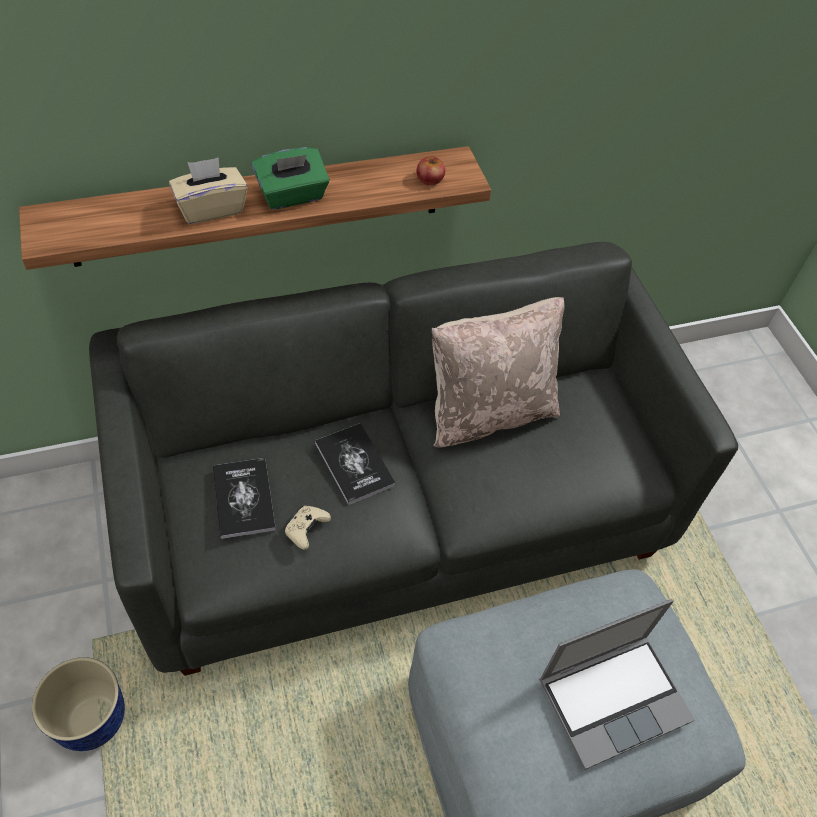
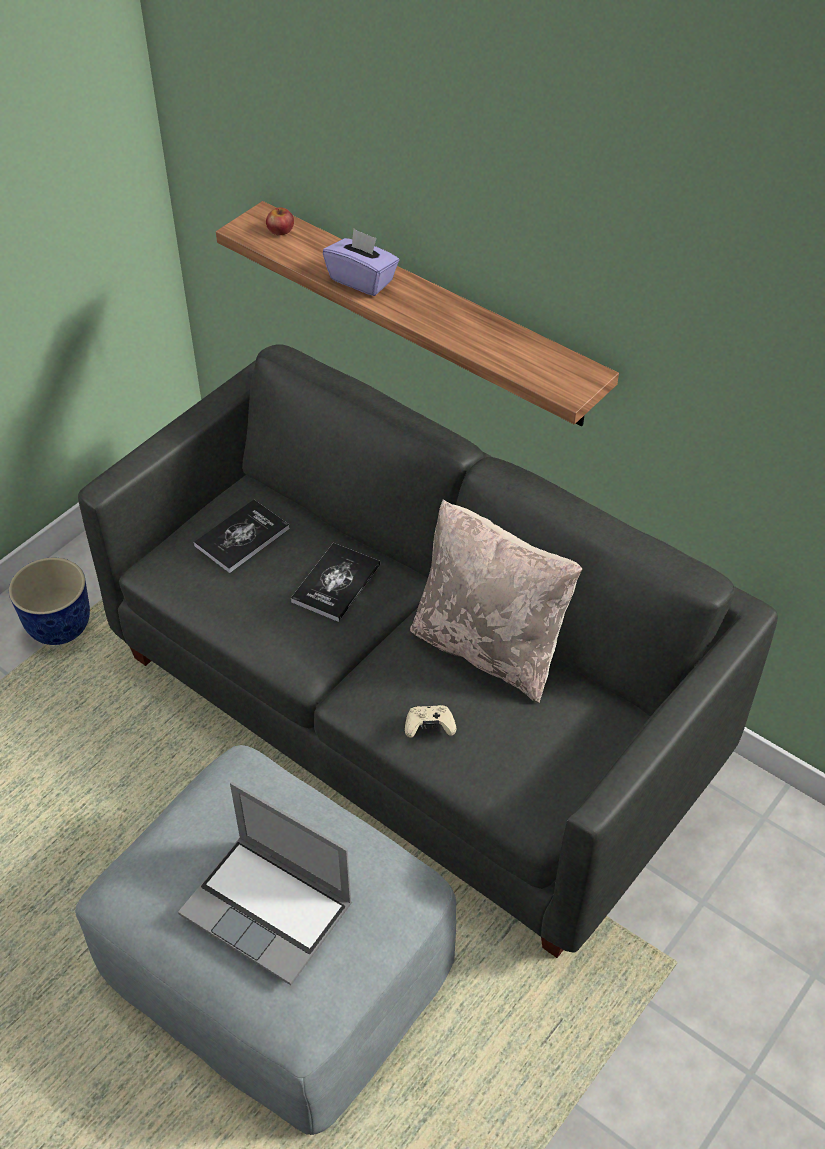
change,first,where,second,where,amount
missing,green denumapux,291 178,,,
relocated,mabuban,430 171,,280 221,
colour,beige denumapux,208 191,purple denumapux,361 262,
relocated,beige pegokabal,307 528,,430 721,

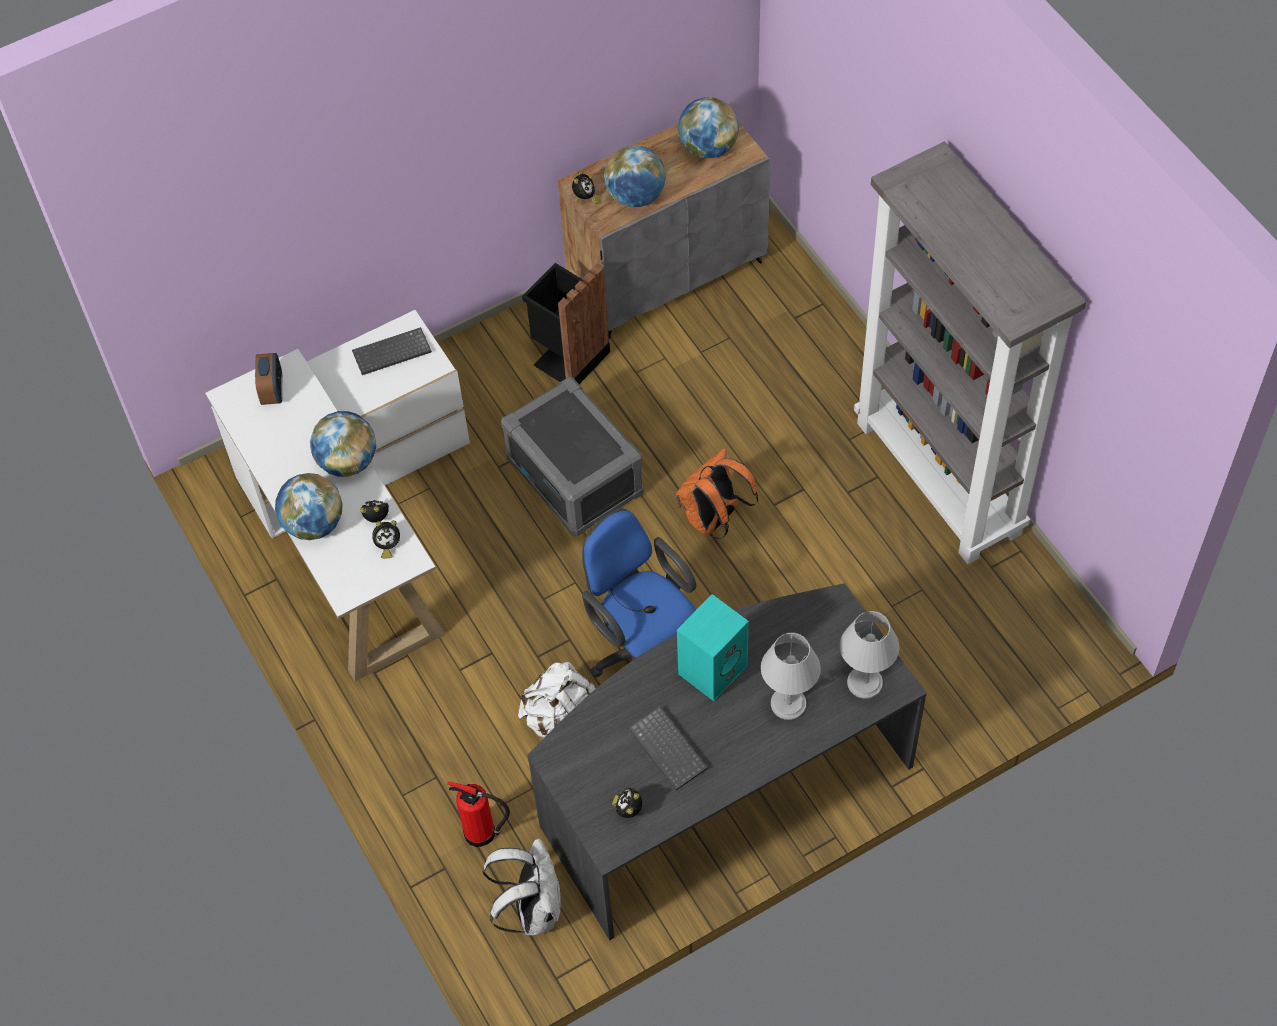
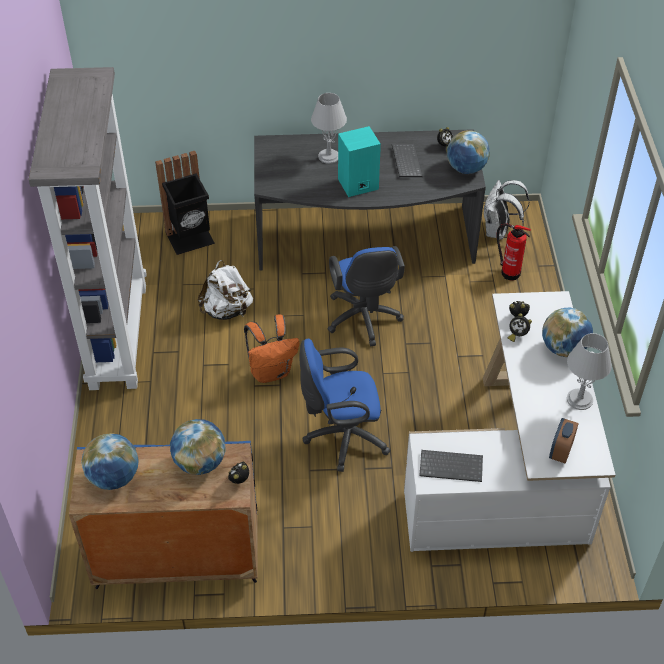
change,first,where,second,where,amount
colour,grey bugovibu,664 229,blue bugovibu,163 514,
relocated,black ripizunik,566 323,,185 203,
exchanged,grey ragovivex,572 456,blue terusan,344 405,
relocated,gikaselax,343 444,,468 152,
relocated,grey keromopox,869 655,,589 371,
relocated,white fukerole,557 700,,225 290,

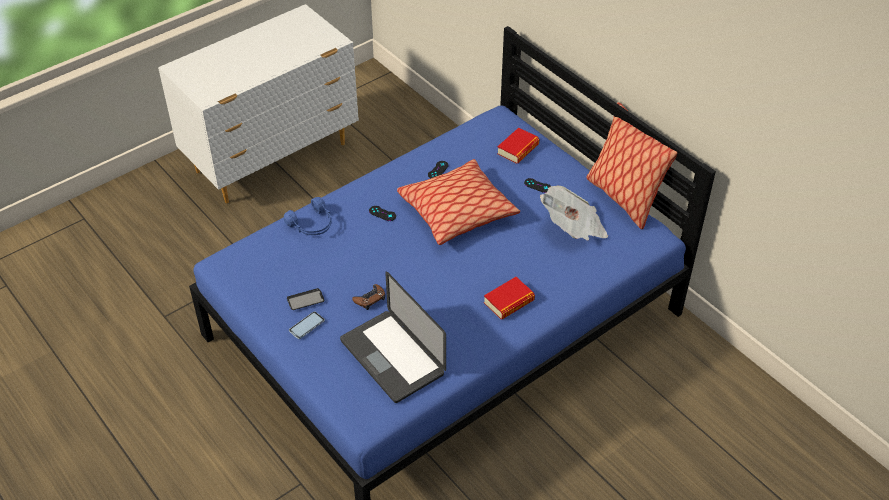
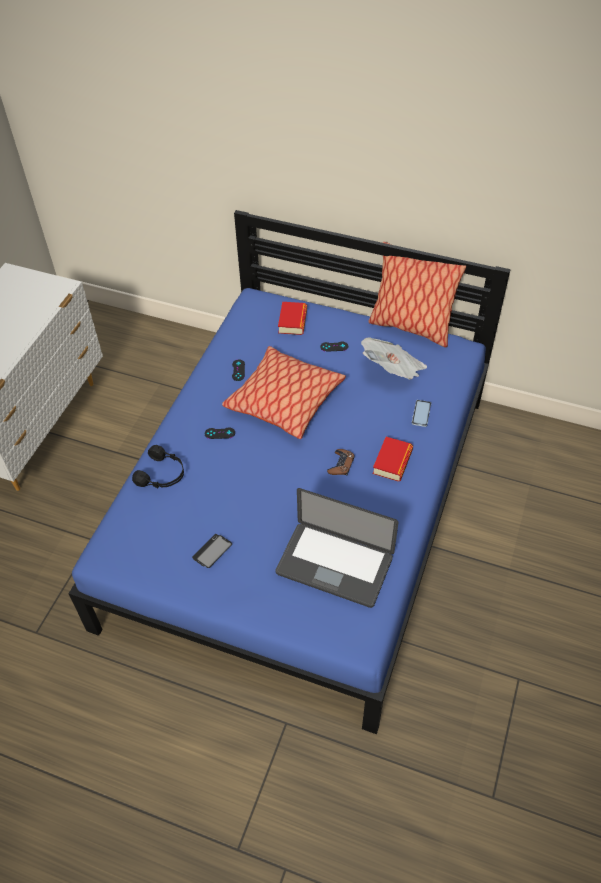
change,first,where,second,where,amount
colour,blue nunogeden,308 216,black nunogeden,158 466,
relocated,brown pegokabal,368 297,,341 462,
relocated,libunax,307 325,,421 413,

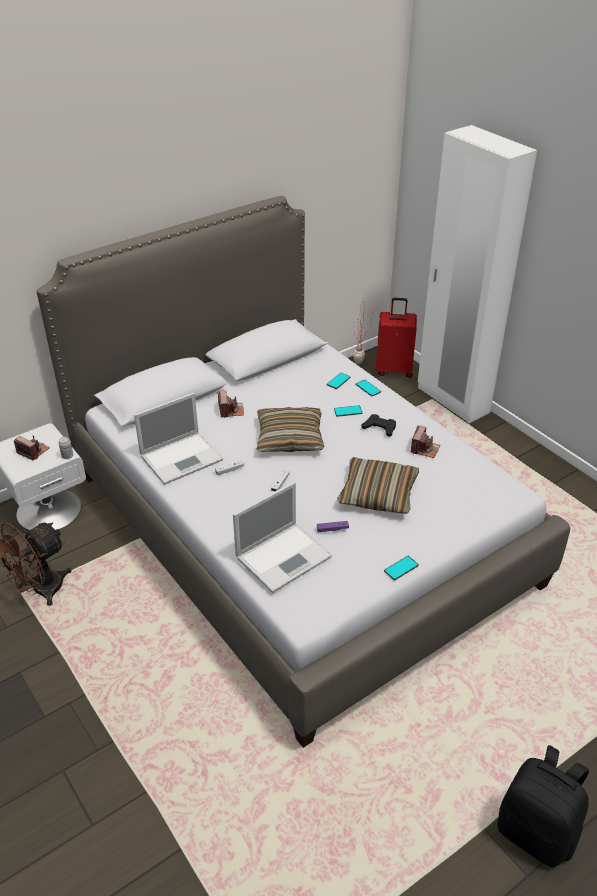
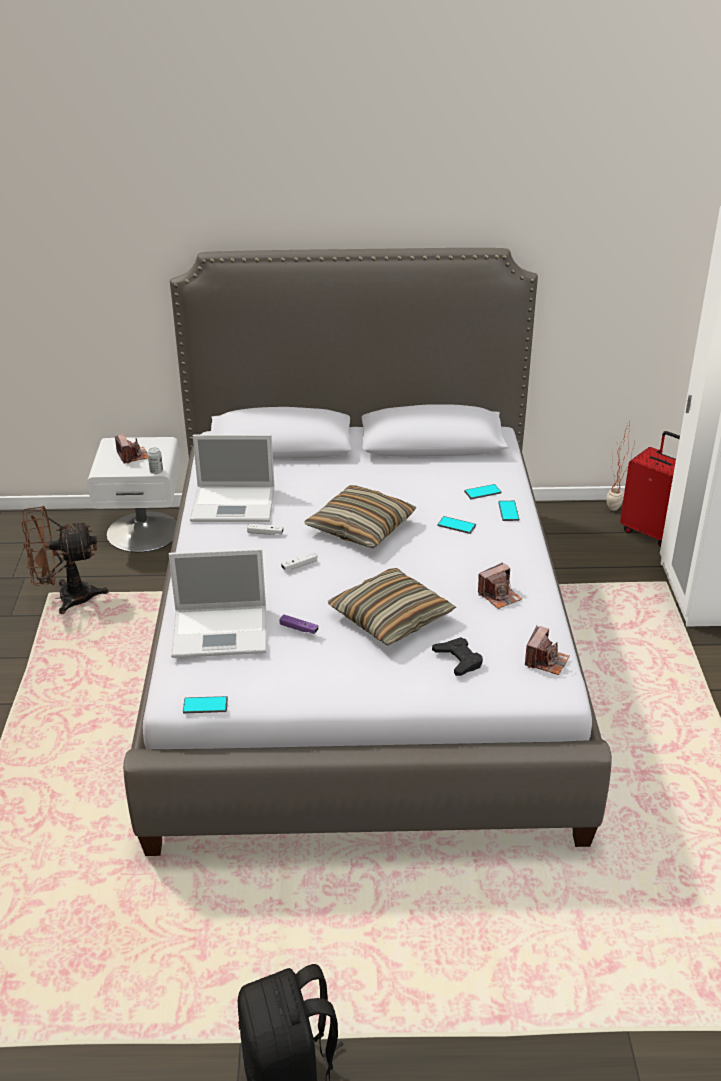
change,first,where,second,where,amount
relocated,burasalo,231 404,,547 650,
relocated,black pegokabal,378 425,,457 656,
relocated,libunax,401 568,,205 704,

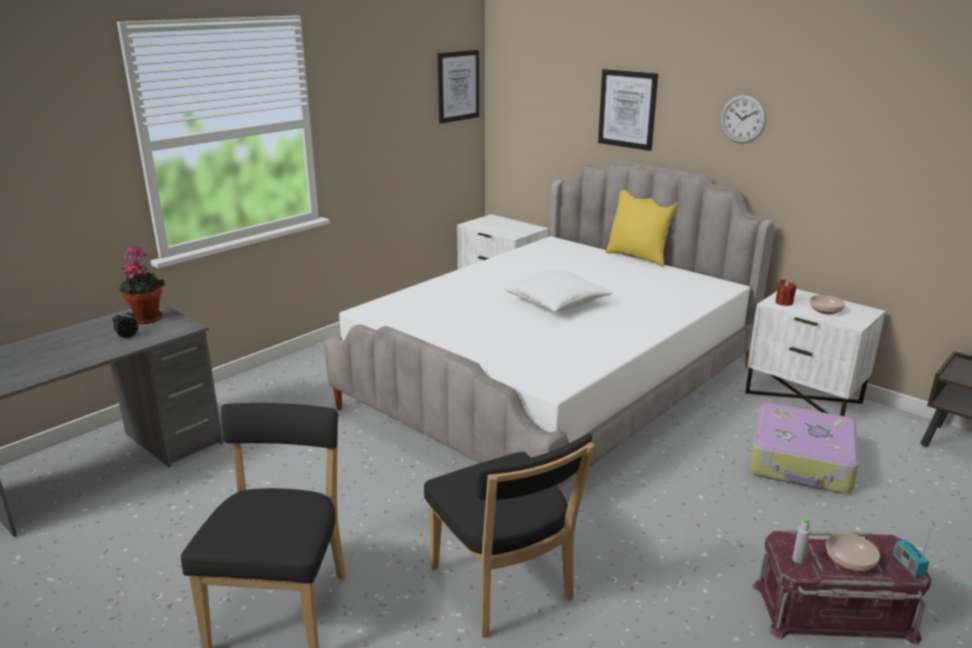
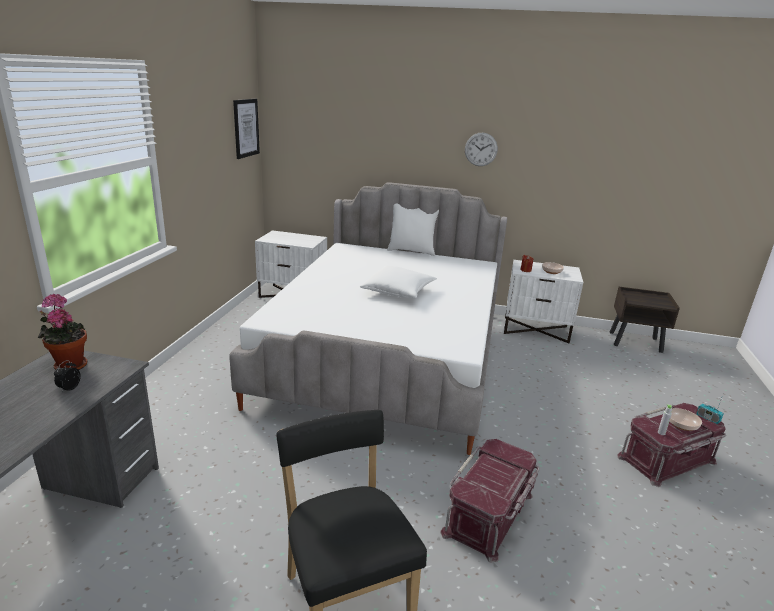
change,first,where,second,where,amount
missing,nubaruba,628 110,,,
colour,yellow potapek,641 228,white potapek,413 229,
missing,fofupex,804 448,,,
exchanged,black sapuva,509 535,red ragovivex,490 501,

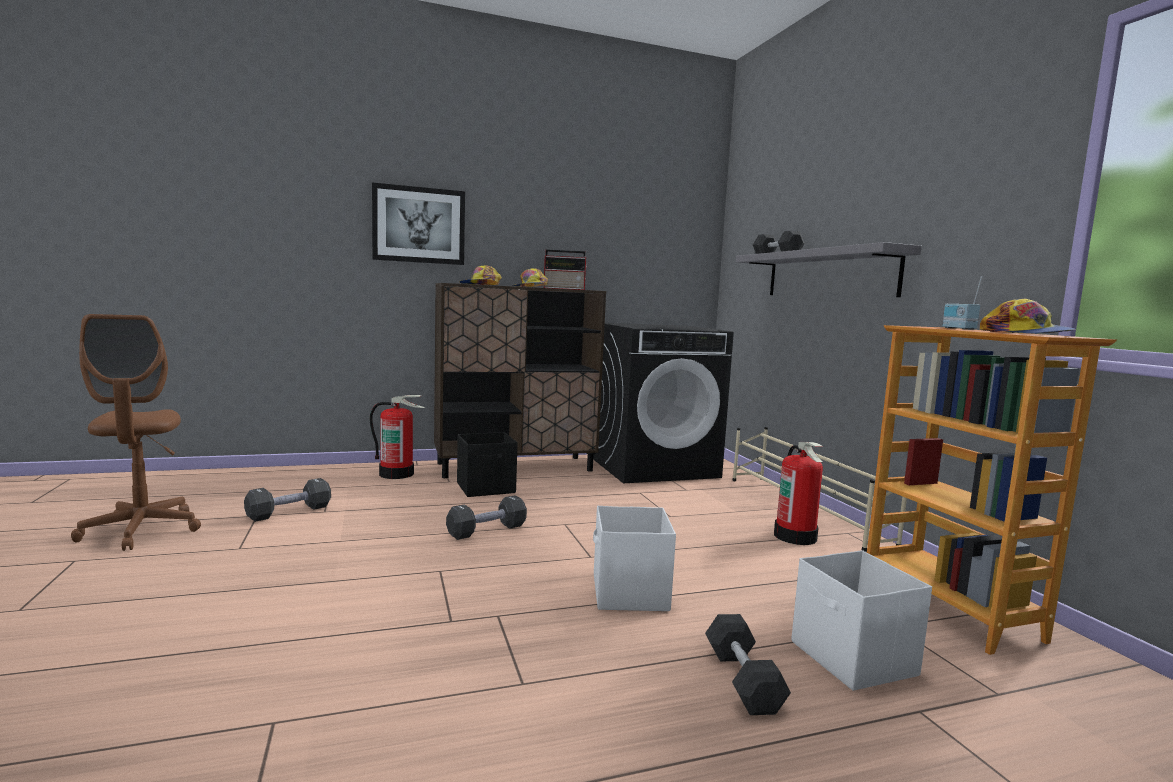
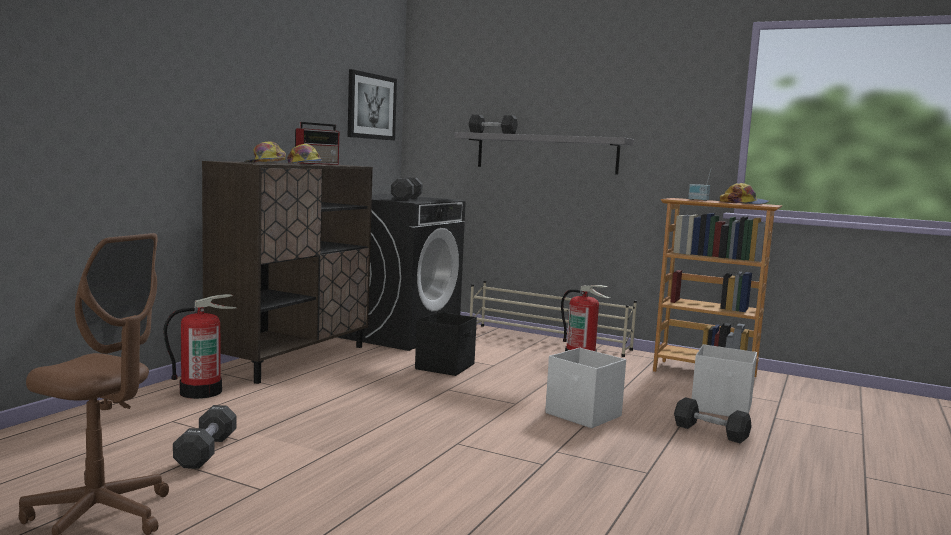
change,first,where,second,where,amount
relocated,nubaruba,418 223,,372 105,
relocated,black ragovivex,487 464,,446 344,
relocated,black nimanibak,486 517,,407 189,

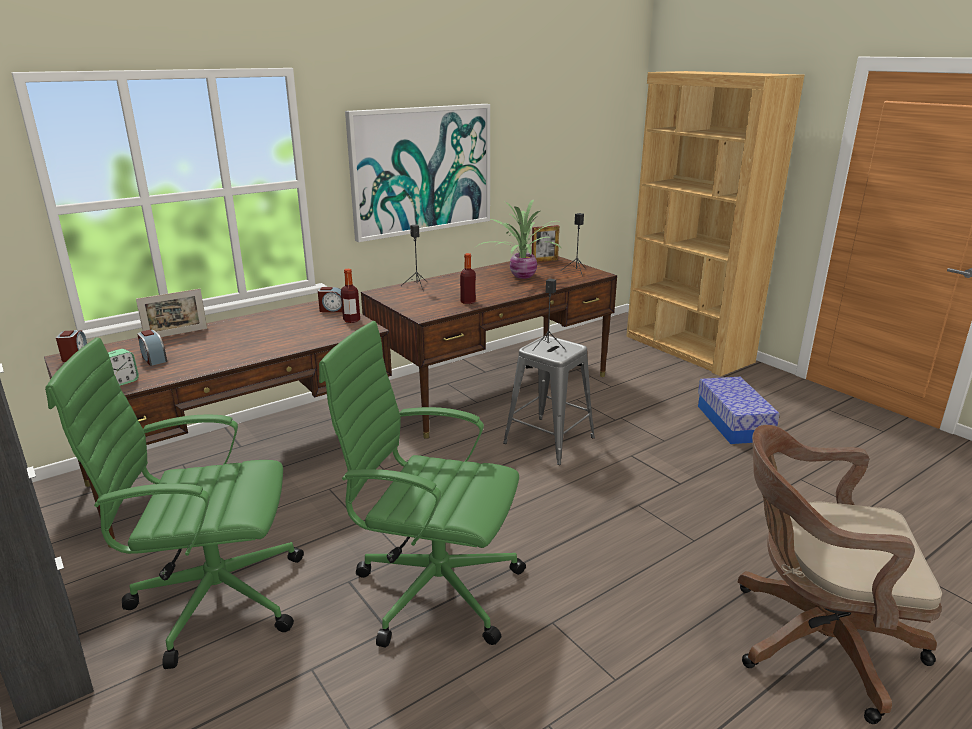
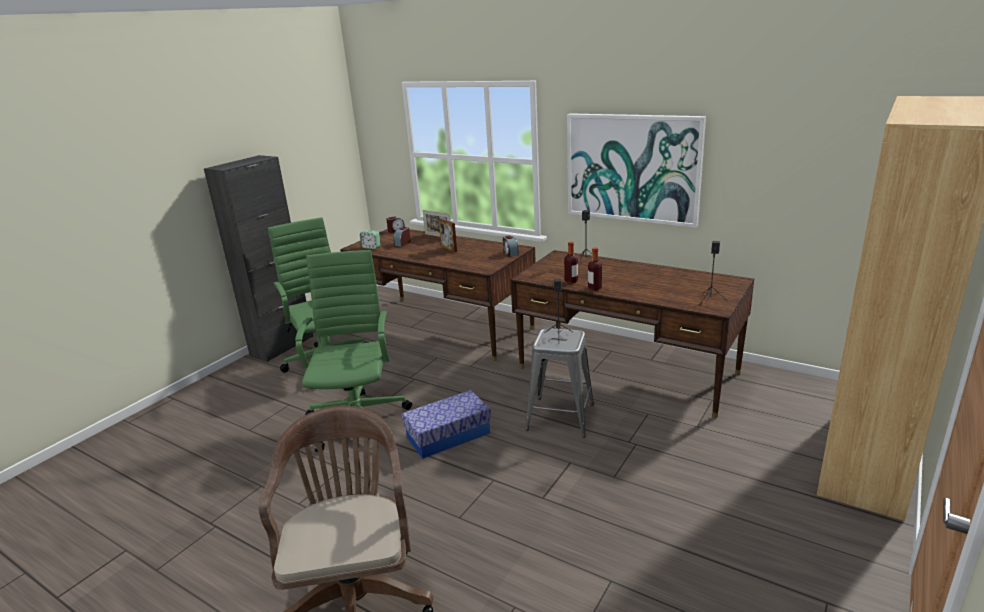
change,first,where,second,where,amount
missing,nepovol,519 239,,,
relocated,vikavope,545 243,,448 235,
relocated,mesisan,350 296,,595 269,
relocated,ragovivex,739 410,,446 424,

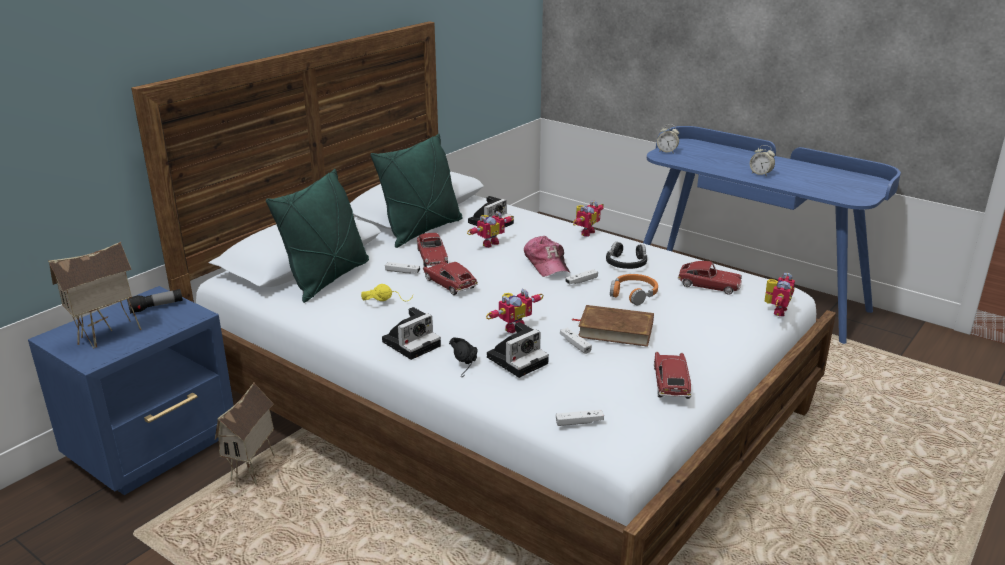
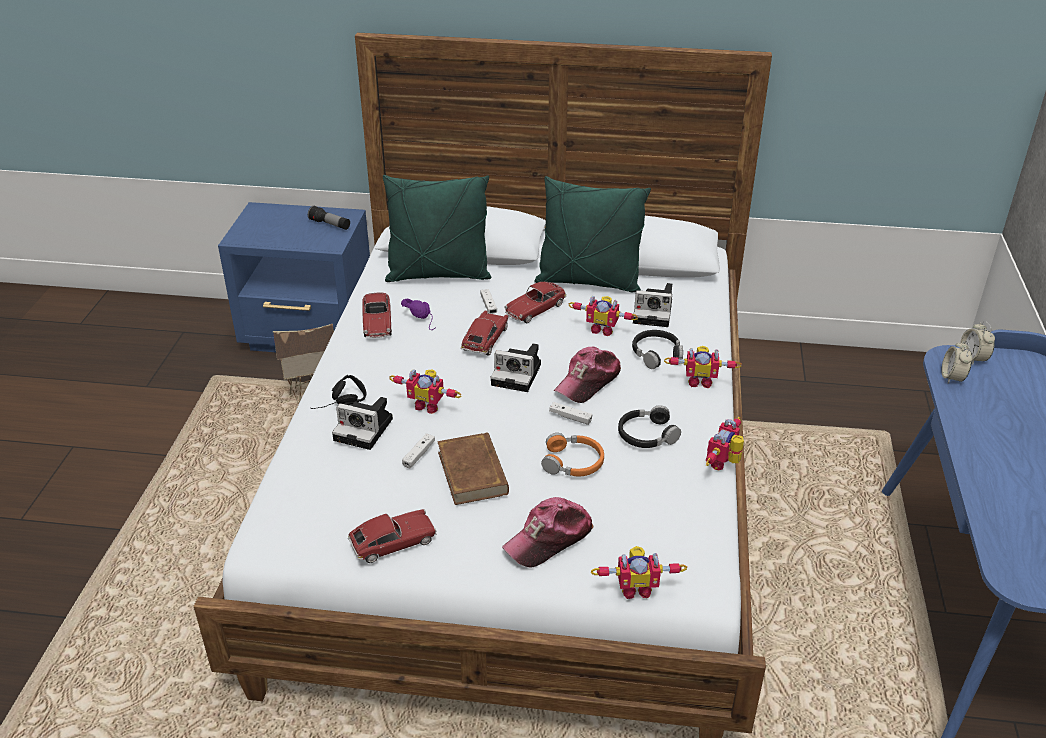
change,first,where,second,where,amount
relocated,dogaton,762 161,,956 362,
missing,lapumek,95 295,,,
relocated,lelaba,709 277,,377 315,
colour,yellow nunogeden,387 292,purple nunogeden,418 314,
relocated,burasalo,411 333,,516 367,
missing,white pegokabal,580 418,,,
appeared,,,black nunogeden,657 349,
appeared,,,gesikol,725 443,
appeared,,,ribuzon,548 532,

